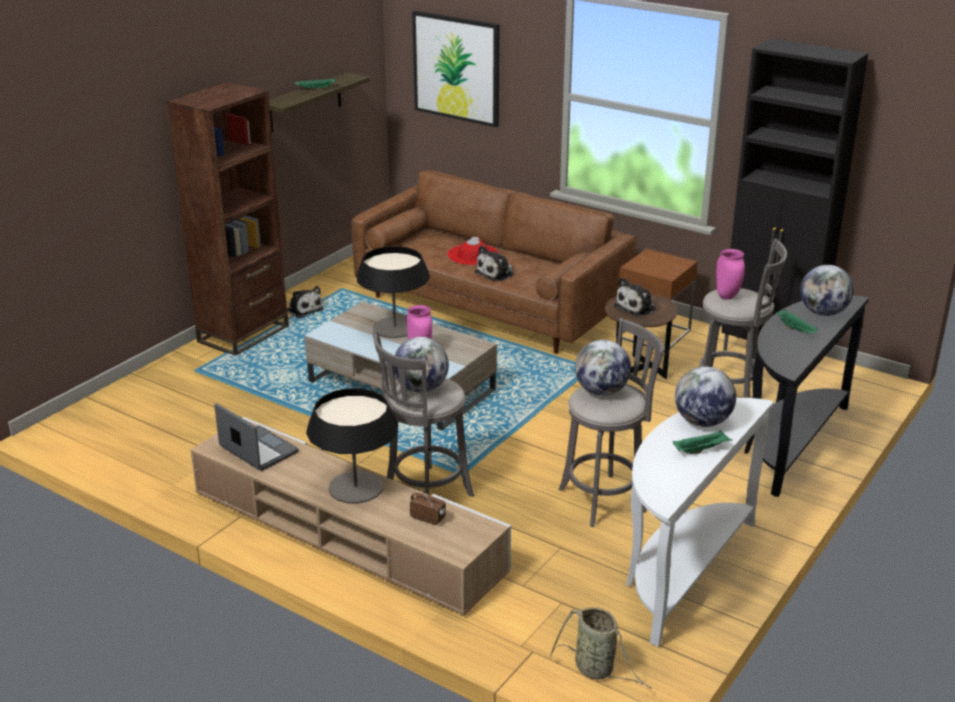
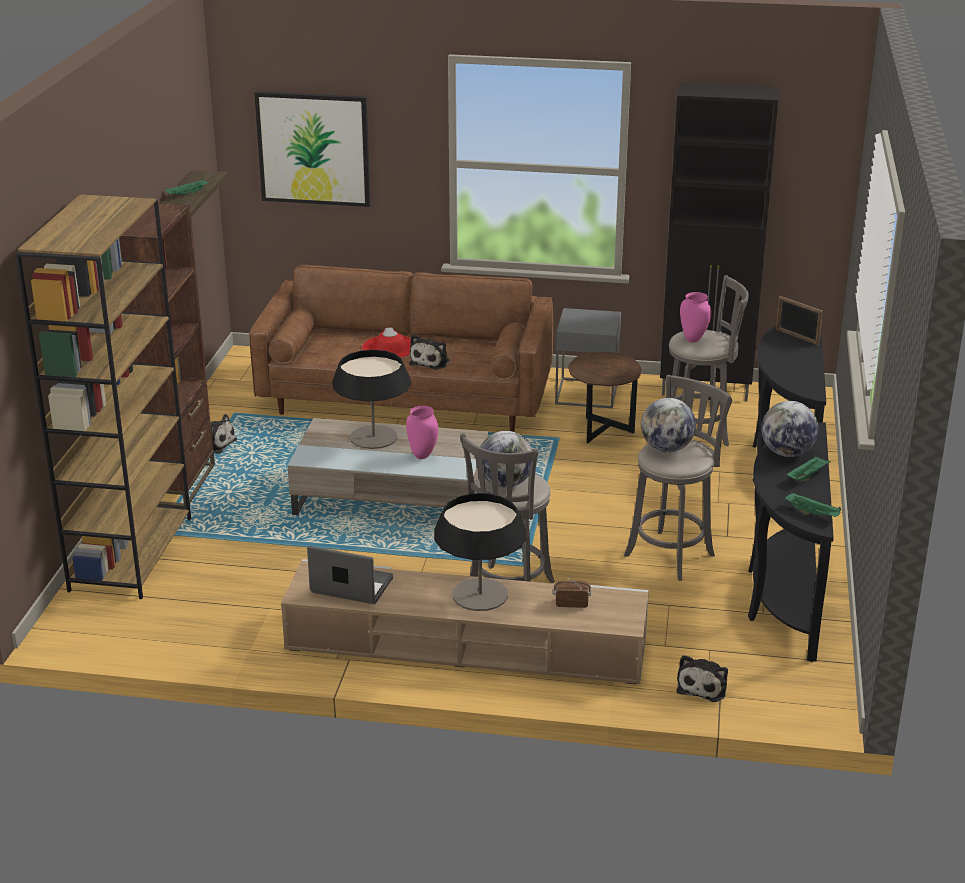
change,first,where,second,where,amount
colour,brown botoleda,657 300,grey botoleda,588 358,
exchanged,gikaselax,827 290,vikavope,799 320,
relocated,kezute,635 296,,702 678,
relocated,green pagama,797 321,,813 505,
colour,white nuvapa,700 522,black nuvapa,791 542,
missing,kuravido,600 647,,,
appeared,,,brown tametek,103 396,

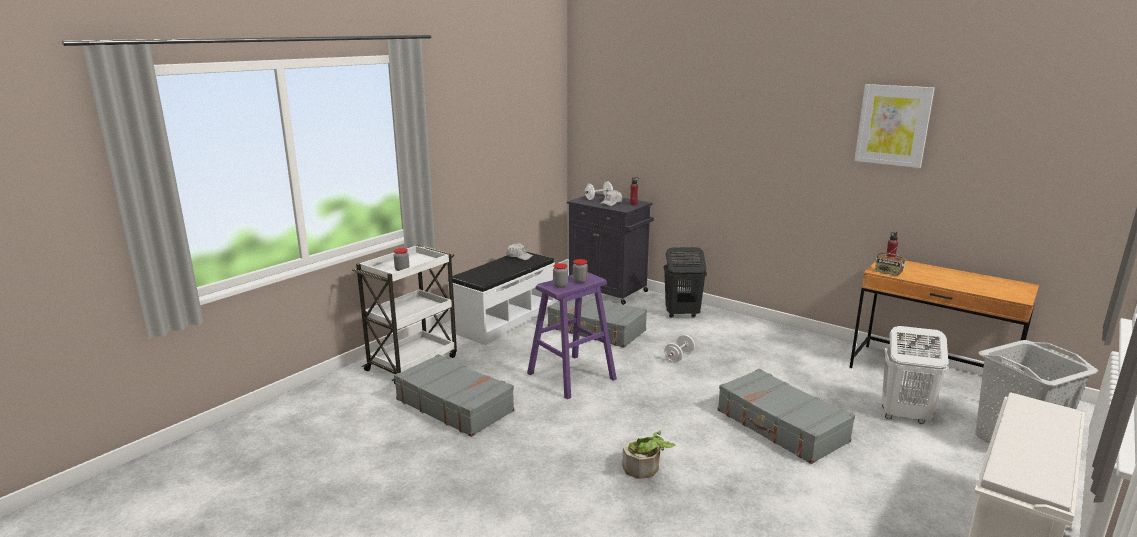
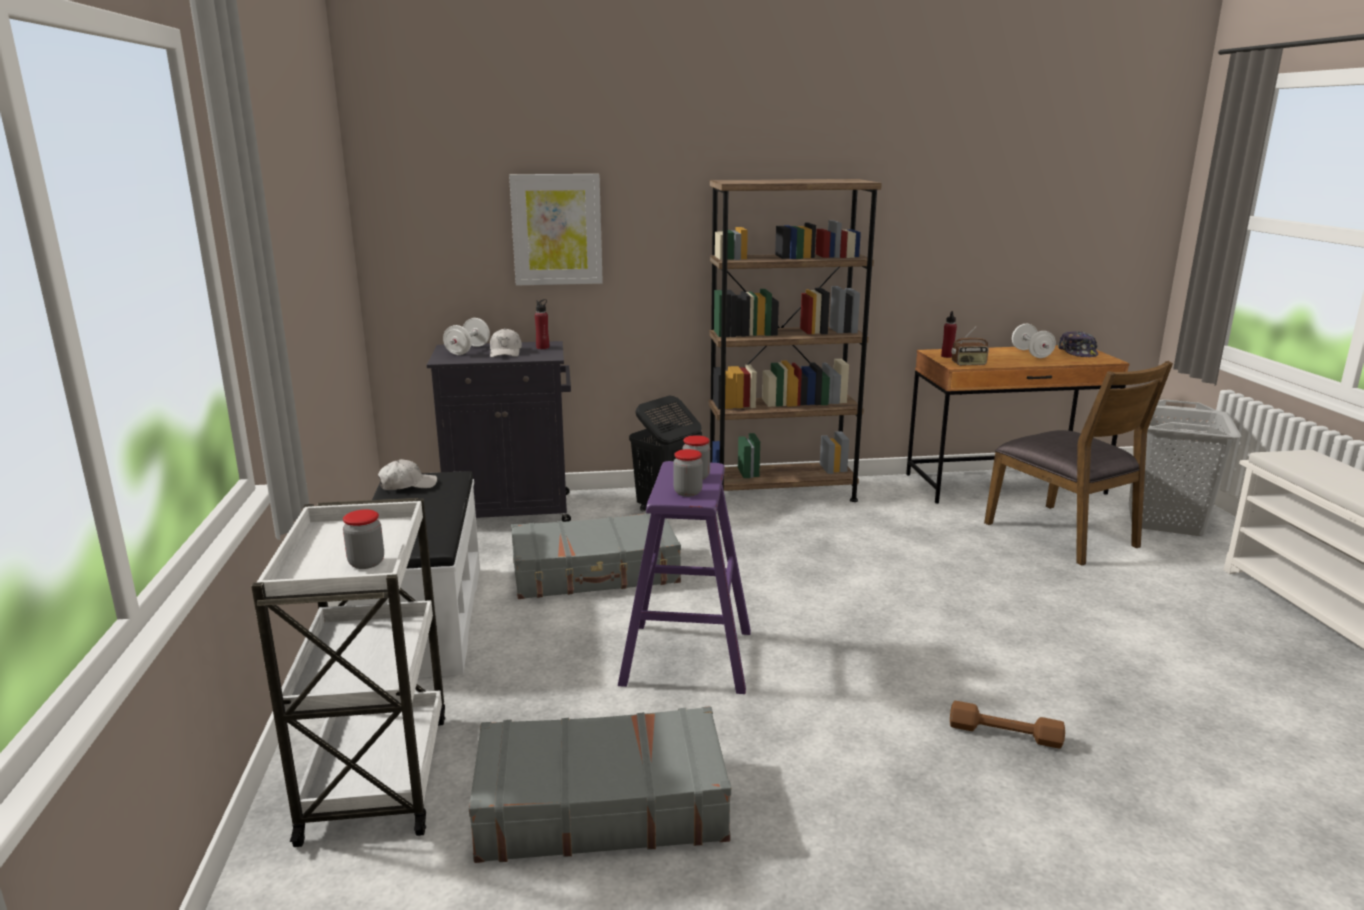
change,first,where,second,where,amount
relocated,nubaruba,894 126,,556 229,
exchanged,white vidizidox,915 375,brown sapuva,1078 463,
relocated,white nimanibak,679 349,,1034 341,
missing,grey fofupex,786 416,,,
exchanged,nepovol,649 454,brown nimanibak,1007 725,
appeared,,,brown tametek,795 340,
appeared,,,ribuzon,1078 344,

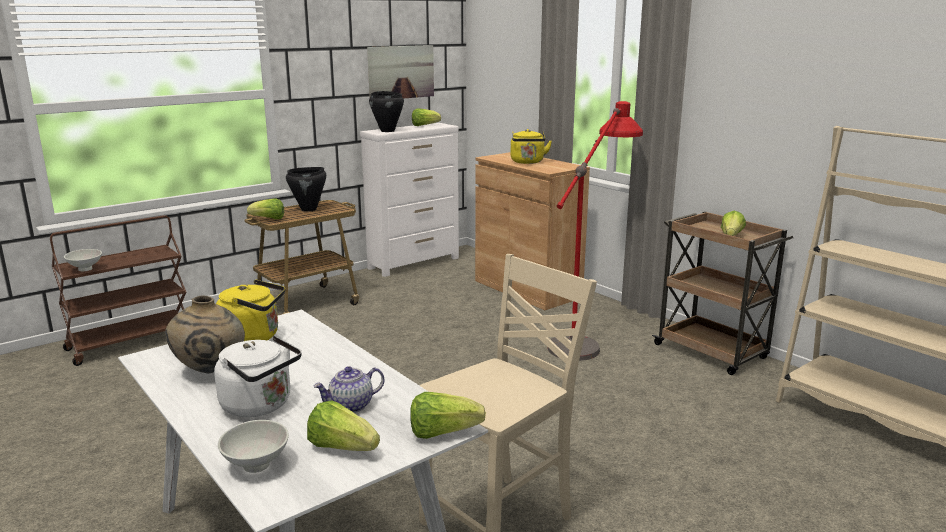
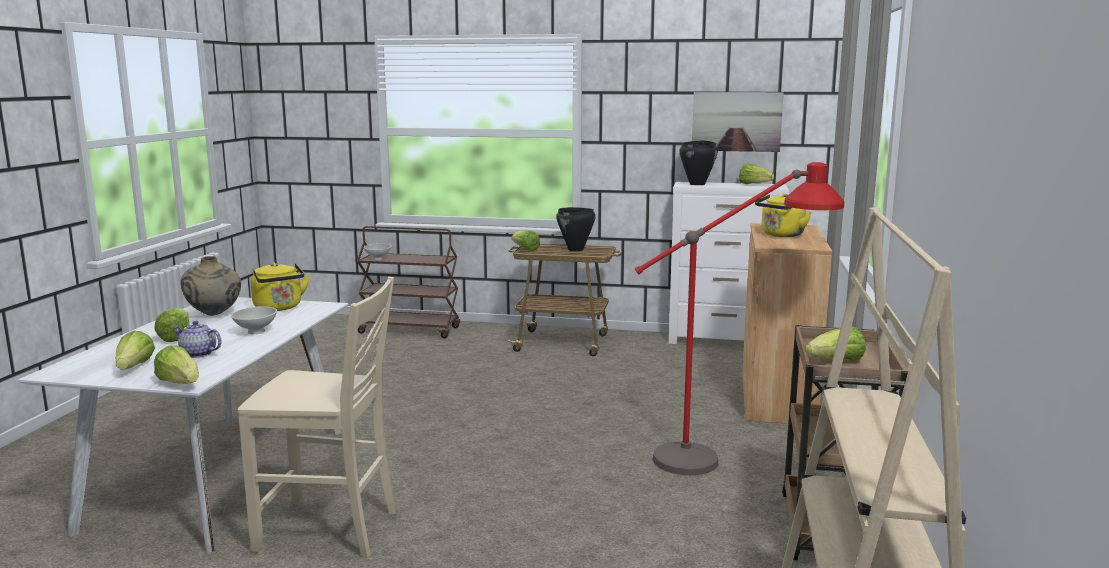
change,first,where,second,where,amount
exchanged,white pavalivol,258 376,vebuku,172 325,
relocated,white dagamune,253 446,,254 320,

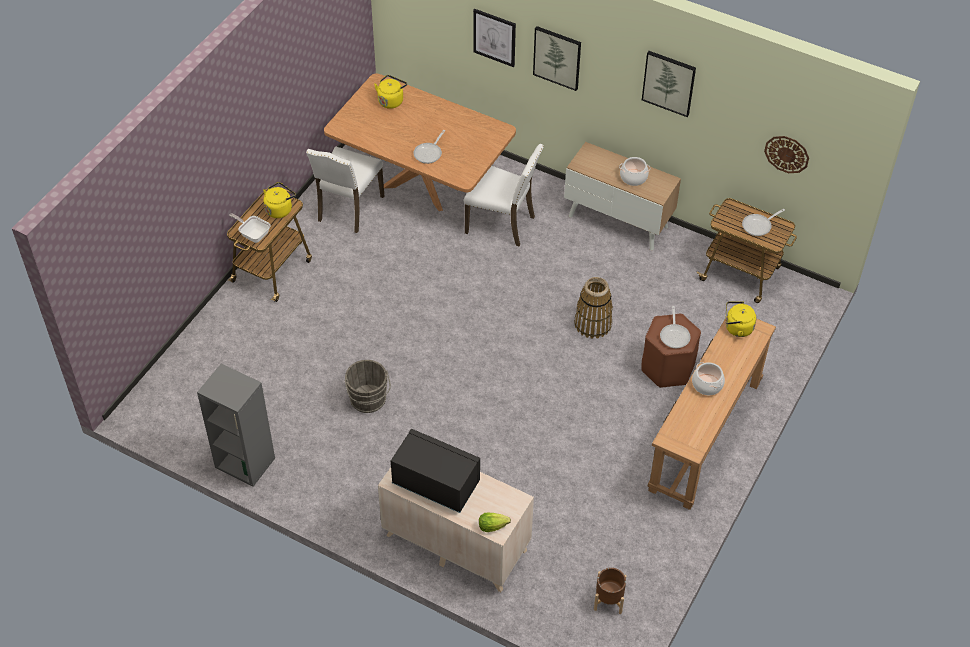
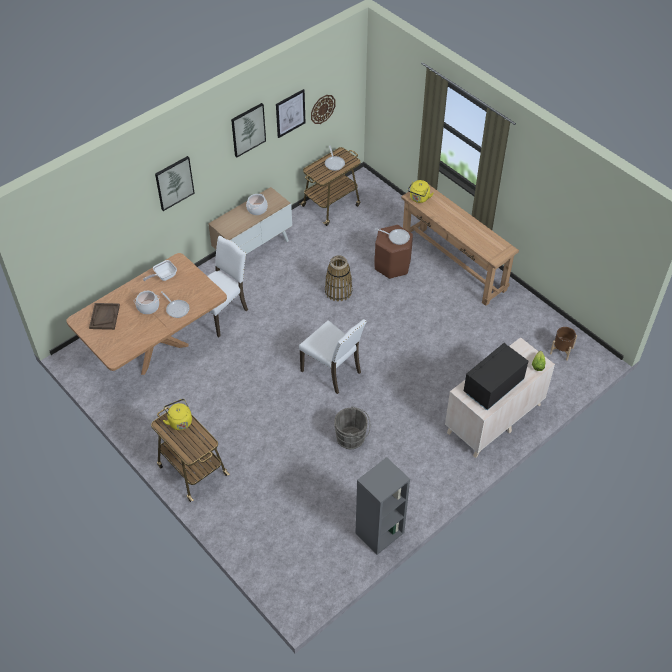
change,first,where,second,where,amount
relocated,nubaruba,494 38,,290 113,
exchanged,yellow pavalivol,390 92,brown pagama,104 316,
relocated,white sapuva,345 190,,333 356,
relocated,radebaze,250 228,,160 270,
relocated,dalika,708 378,,146 302,

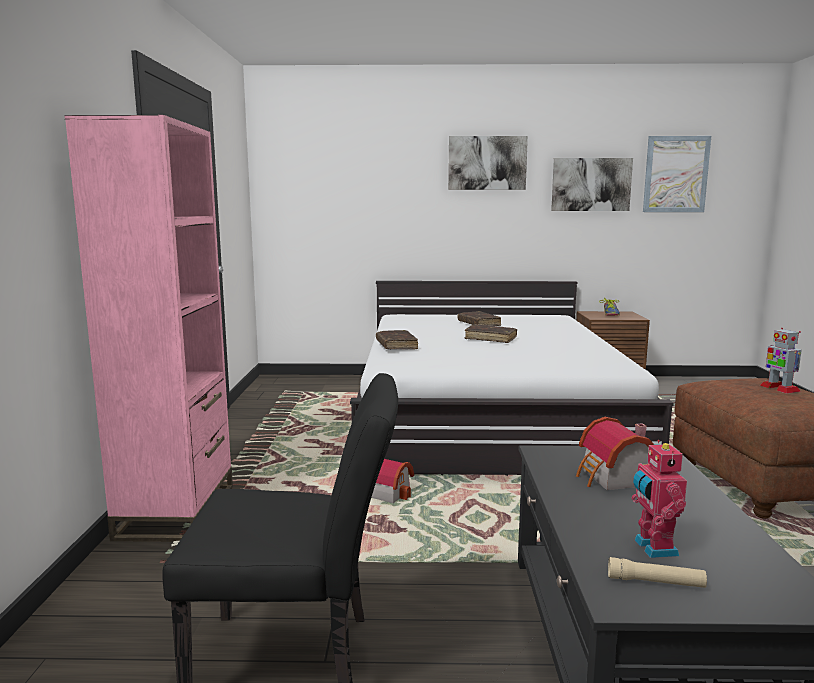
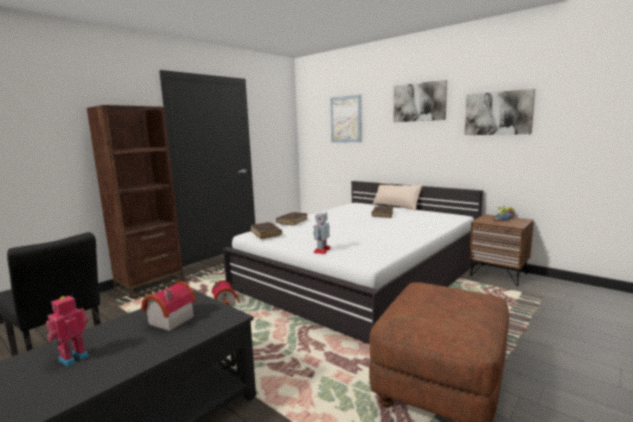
change,first,where,second,where,amount
colour,pink tametek,148 328,brown tametek,135 202,
relocated,nubaruba,677 174,,346 118,
relocated,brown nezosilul,491 333,,266 230,
relocated,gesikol,781 360,,322 233,
missing,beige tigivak,657 572,,,
appeared,,,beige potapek,398 196,

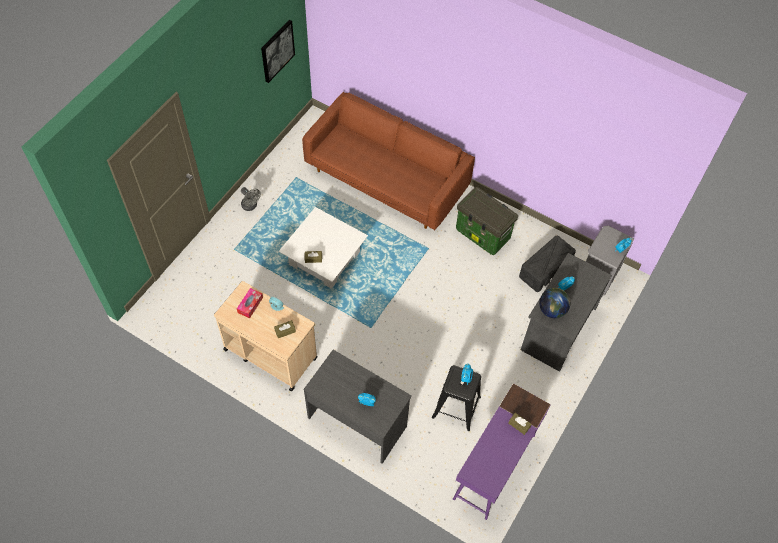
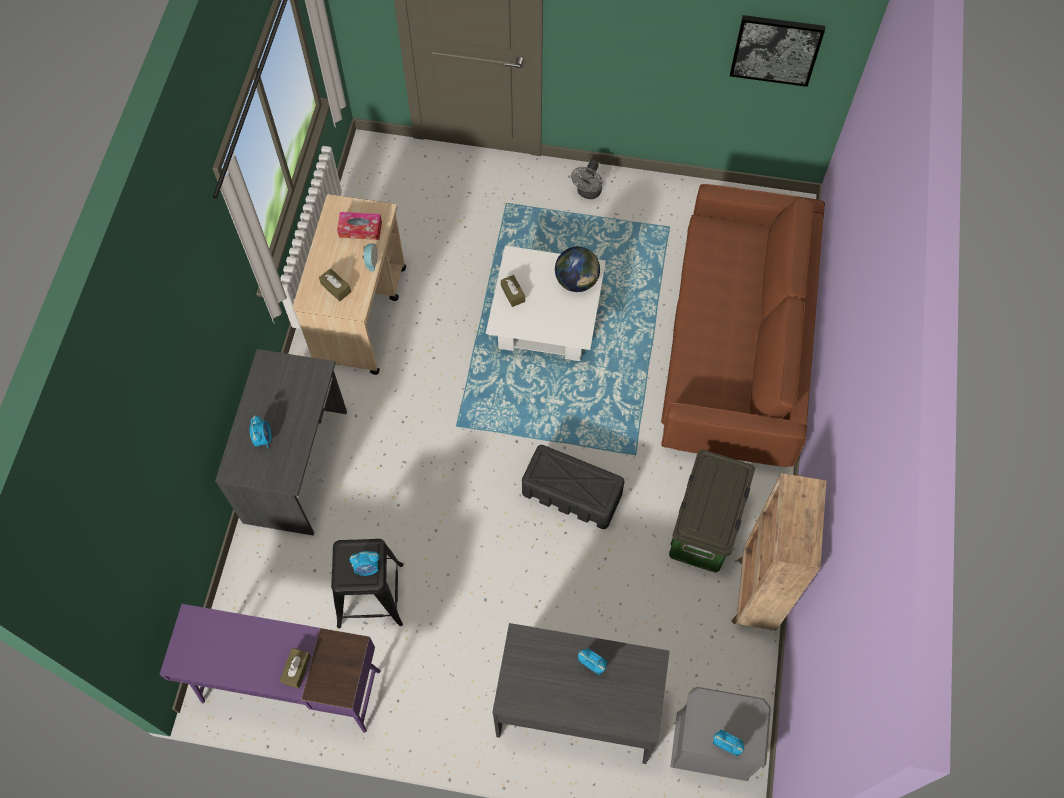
change,first,where,second,where,amount
relocated,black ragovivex,547 264,,573 487,
relocated,gikaselax,554 303,,577 269,
appeared,,,brown tametek,778 552,

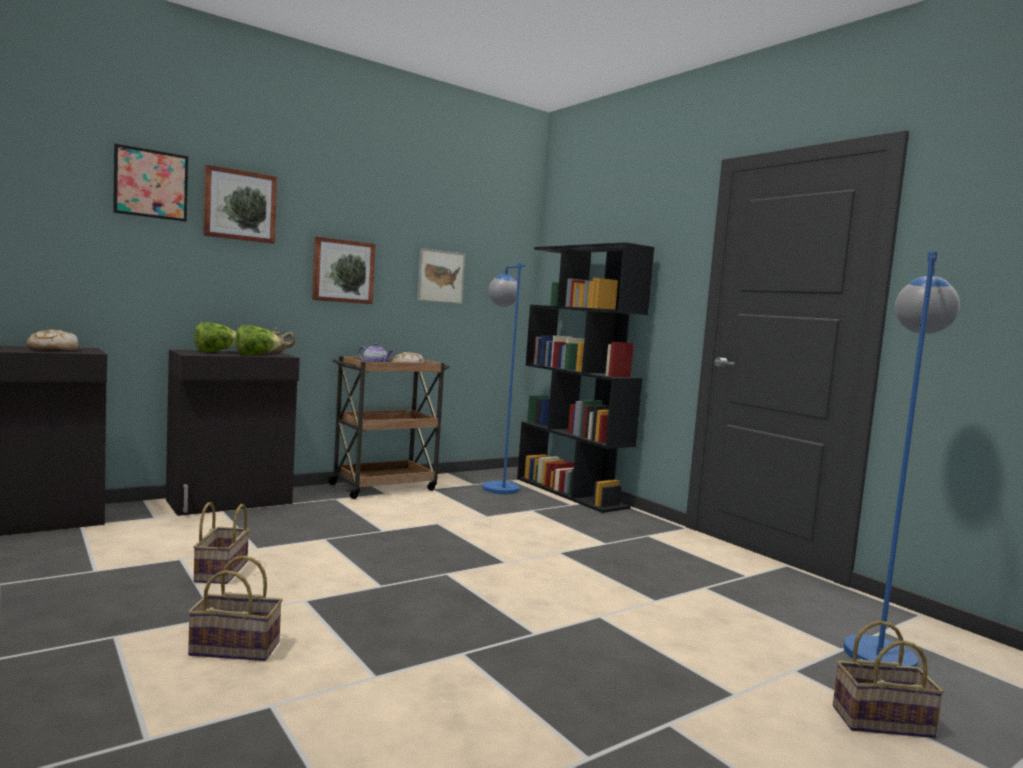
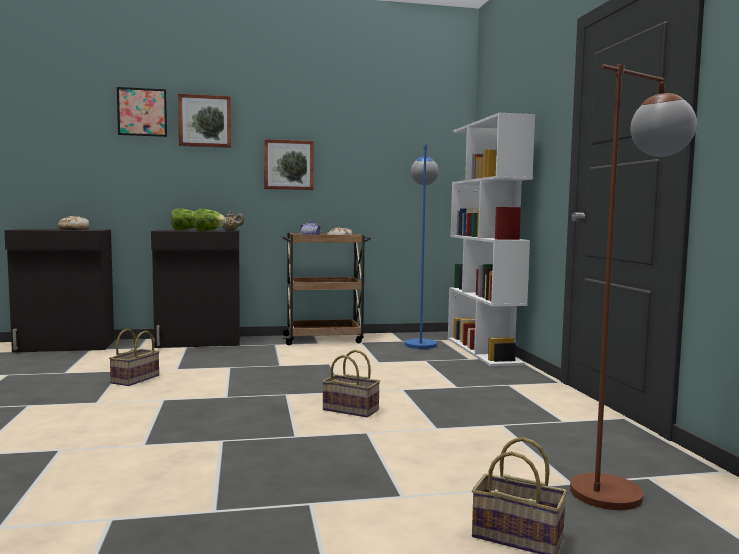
change,first,where,second,where,amount
colour,black tametek,586 377,white tametek,491 239,
missing,nubaruba,441 276,,,
colour,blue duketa,901 459,brown duketa,633 287,
relocated,kuravido,235 608,,351 383,

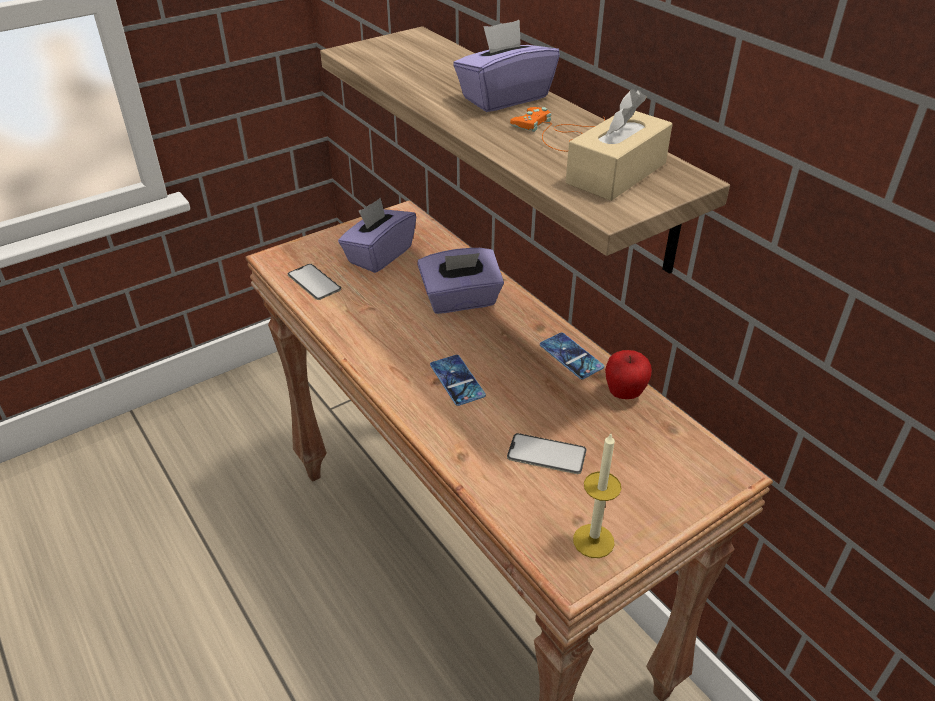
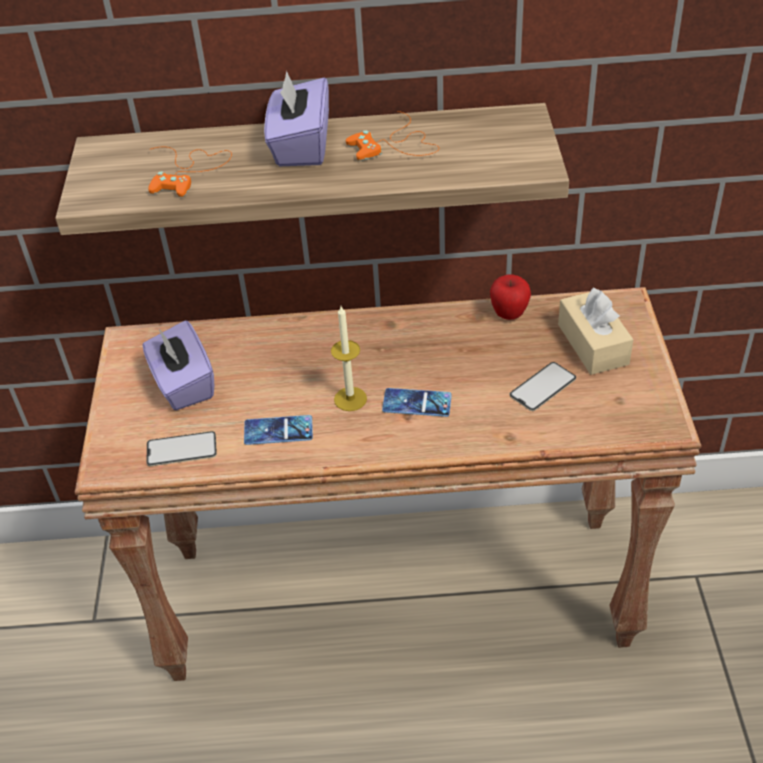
change,first,where,second,where,amount
relocated,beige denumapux,619 145,,595 331,
missing,purple denumapux,460 281,,,
relocated,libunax,572 356,,278 430,
relocated,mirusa,597 496,,349 358,
appeared,,,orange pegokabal,190 171,

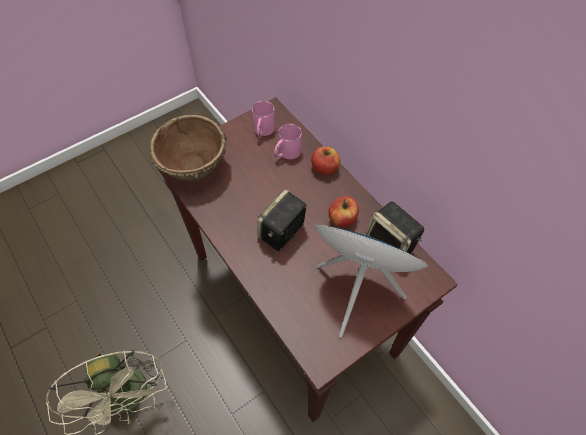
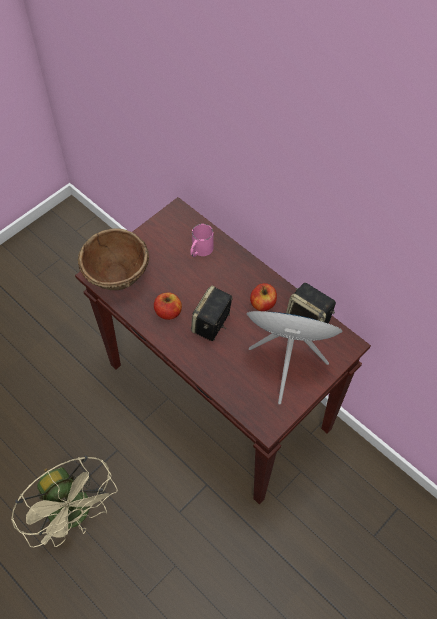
change,first,where,second,where,amount
missing,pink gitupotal,263 119,,,
relocated,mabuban,325 161,,168 306,

